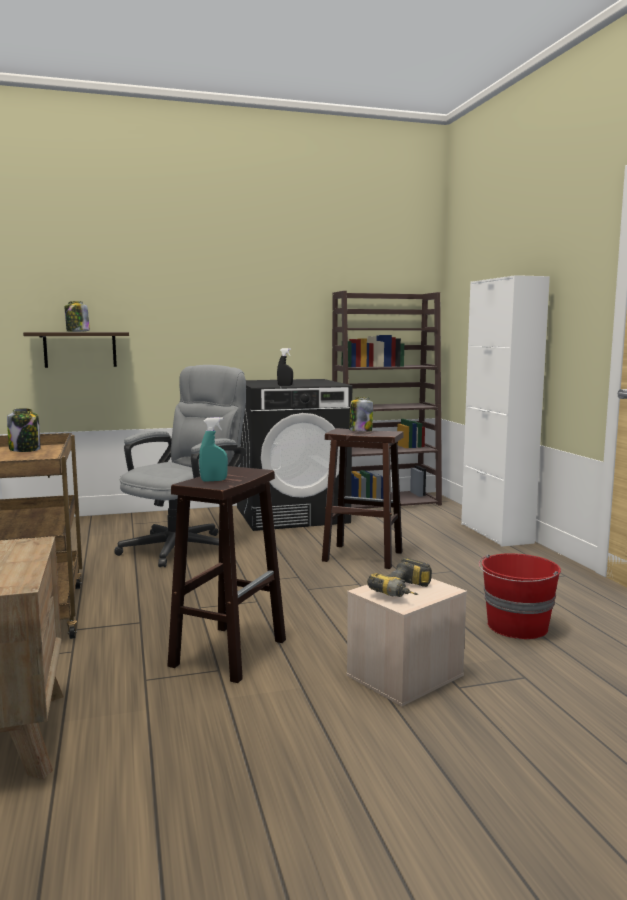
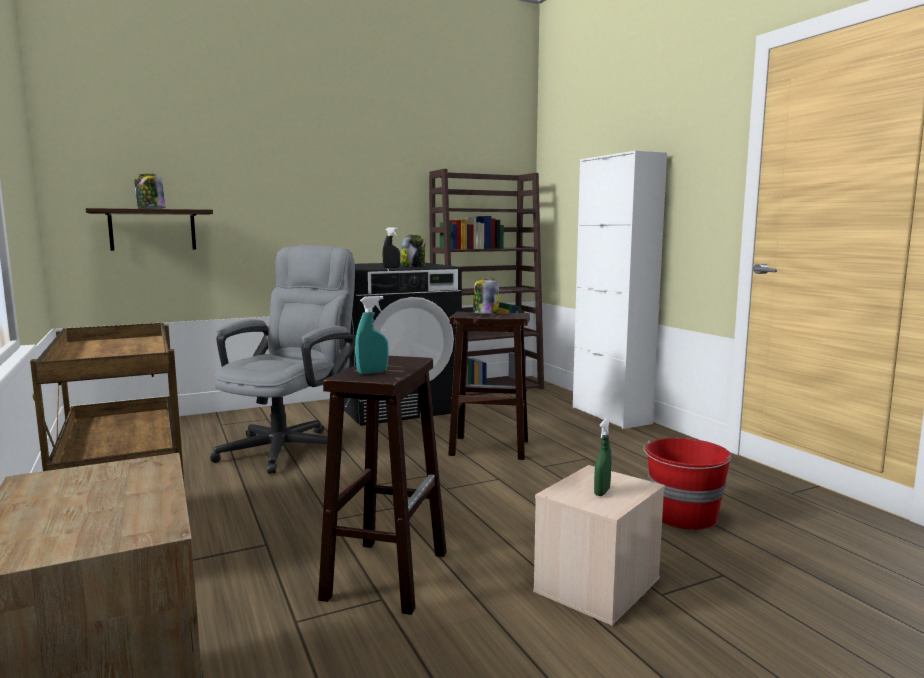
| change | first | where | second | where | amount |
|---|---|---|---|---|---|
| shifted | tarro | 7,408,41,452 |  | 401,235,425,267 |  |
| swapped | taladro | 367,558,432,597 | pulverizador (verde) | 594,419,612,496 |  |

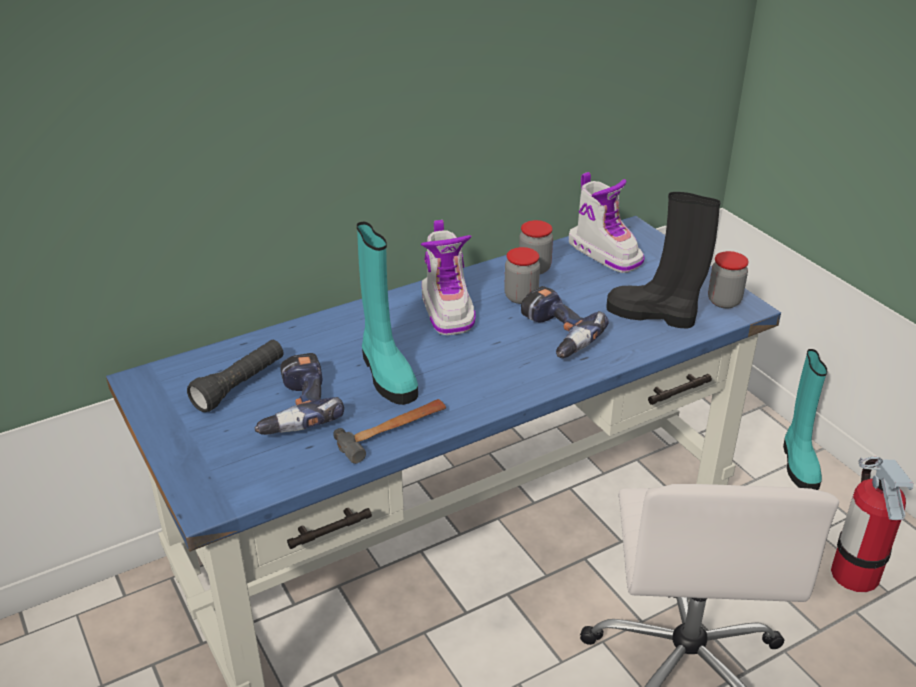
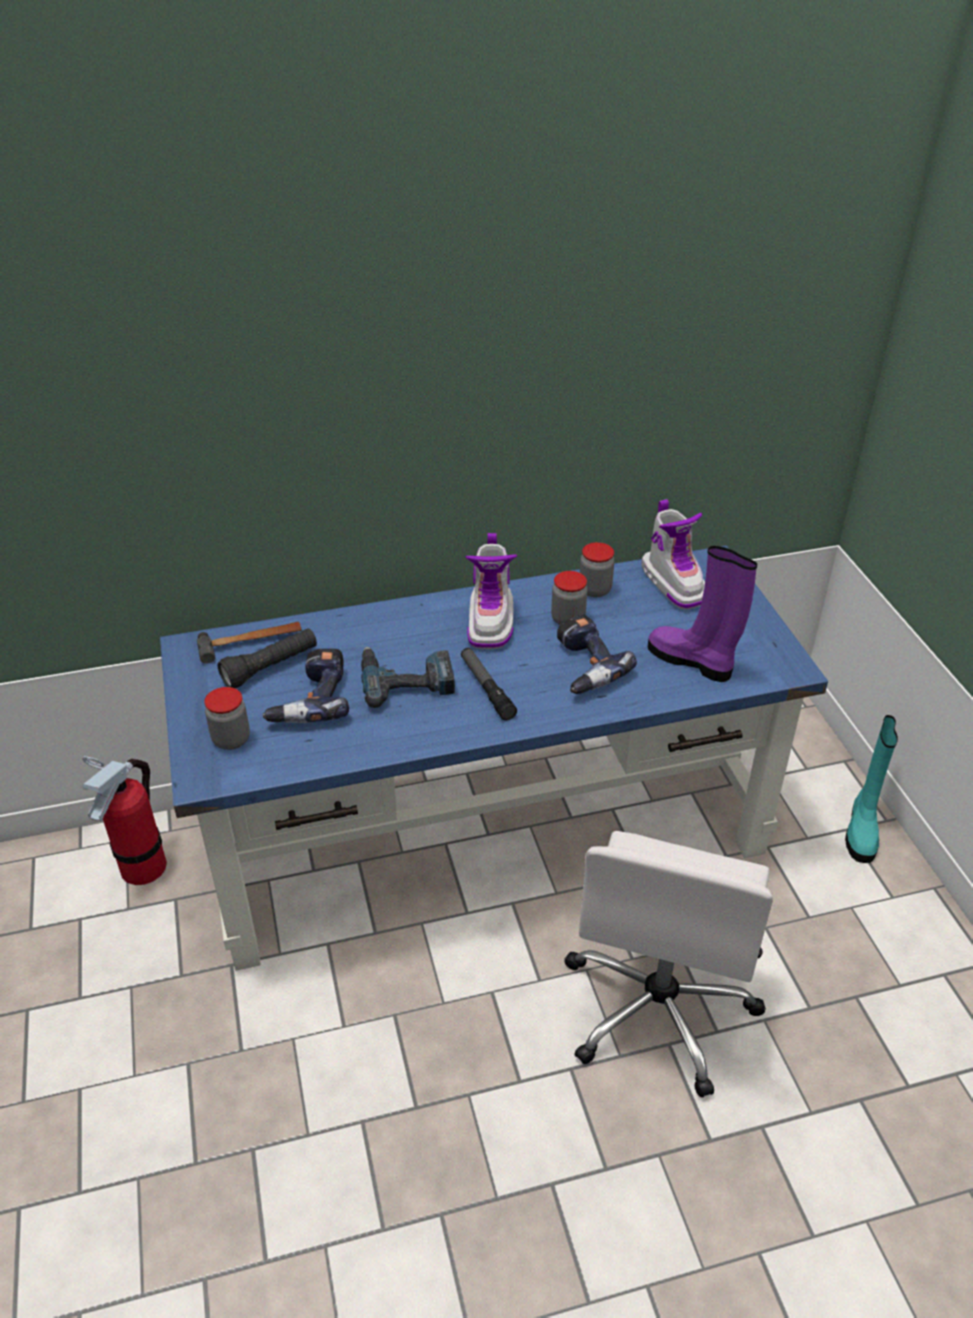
| change | first | where | second | where | amount |
|---|---|---|---|---|---|
| repainted | bota (negro) | 606,192,720,328 | bota (morado) | 647,546,757,682 |  |
| swapped | bota (turquesa) | 357,222,418,405 | taladro | 361,647,455,708 |  |
| shifted | tarro | 708,251,749,308 |  | 204,687,250,750 |  |
| shifted | martillo | 333,399,446,464 |  | 197,622,302,664 |  |
| shifted | extintor | 831,457,914,592 |  | 82,755,167,885 |  |
| new |  |  | linterna | 461,648,517,720 |  |

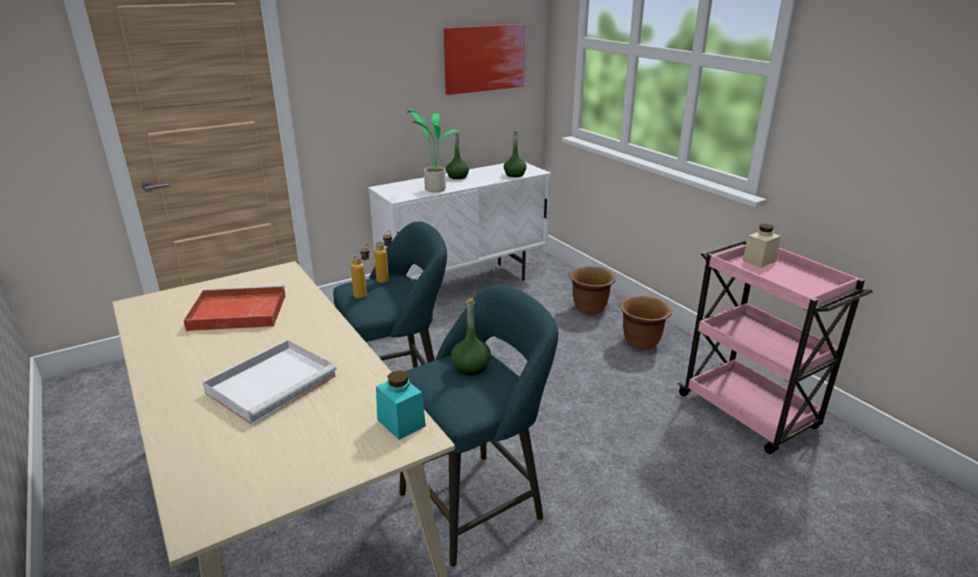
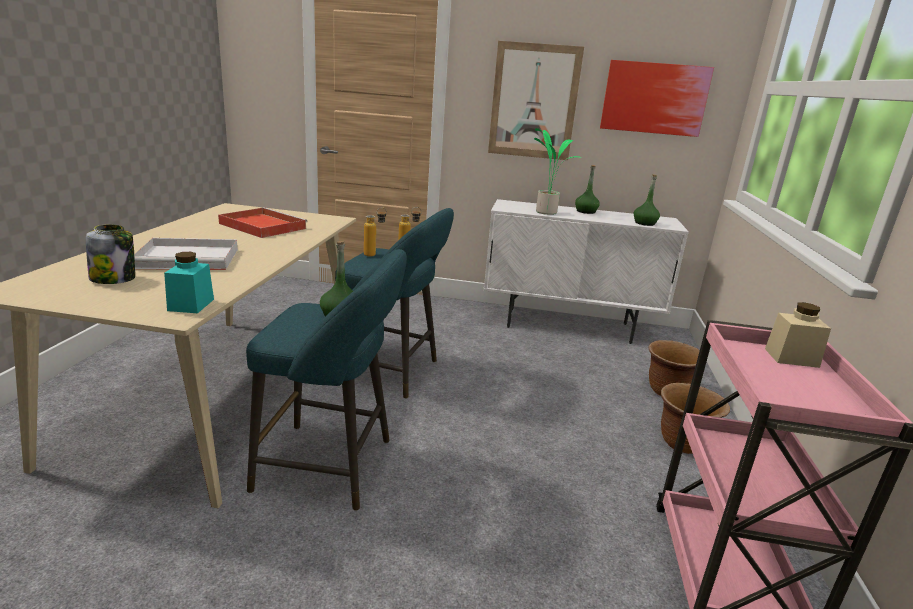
| change | first | where | second | where | amount |
|---|---|---|---|---|---|
| new |  |  | cuadro | 488,41,584,160 |  |
| new |  |  | tarro | 86,224,135,284 |  |

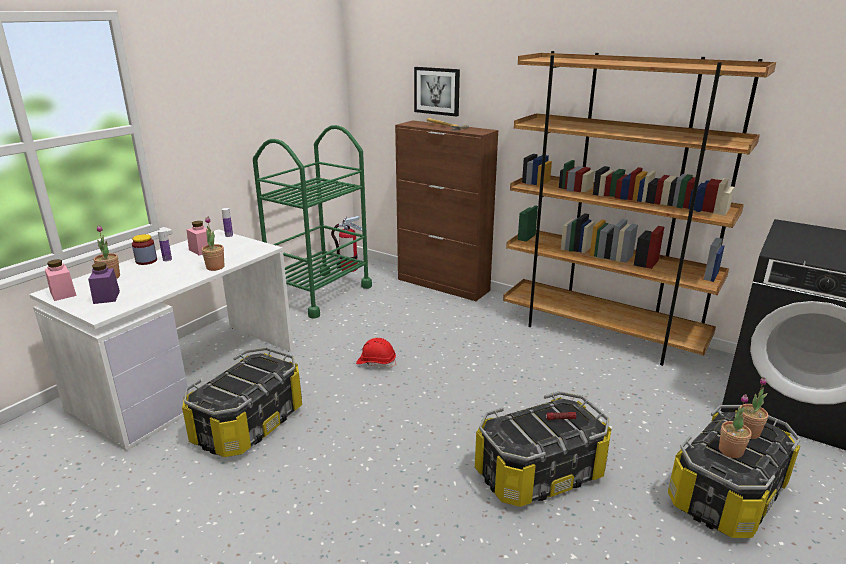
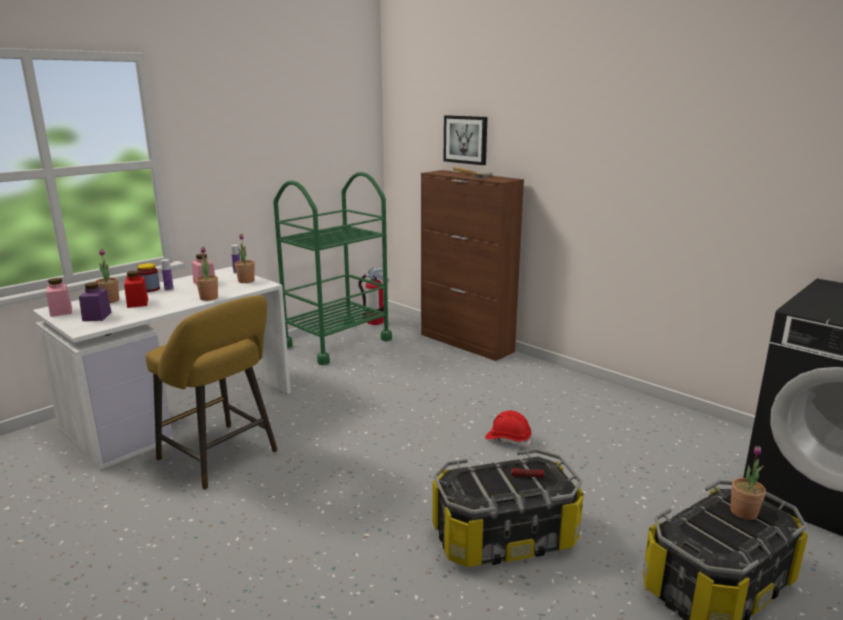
| change | first | where | second | where | amount |
|---|---|---|---|---|---|
| gone | estantería (marrón) | 503,51,776,366 |  |  |  |
| shifted | casco (rojo) | 356,338,396,368 |  | 485,411,532,447 |  |
| swapped | caja de almacenaje | 182,347,302,457 | taburete (amarillo) | 146,295,277,490 |  |
| shifted | planta en maceta | 719,394,752,458 |  | 235,234,255,283 |  |
| new |  |  | tarro (rojo) | 124,271,148,308 |  |

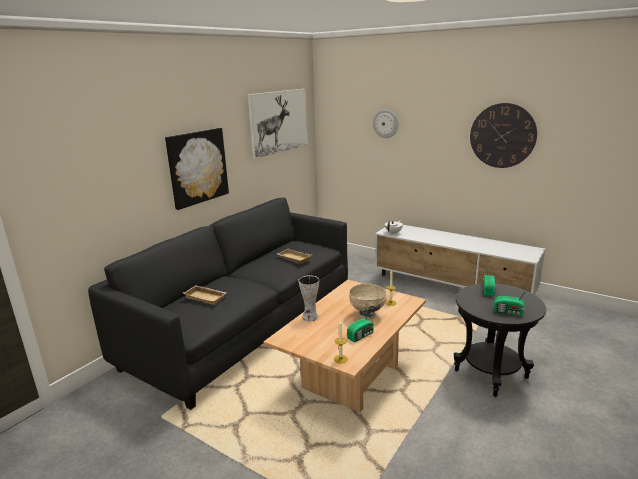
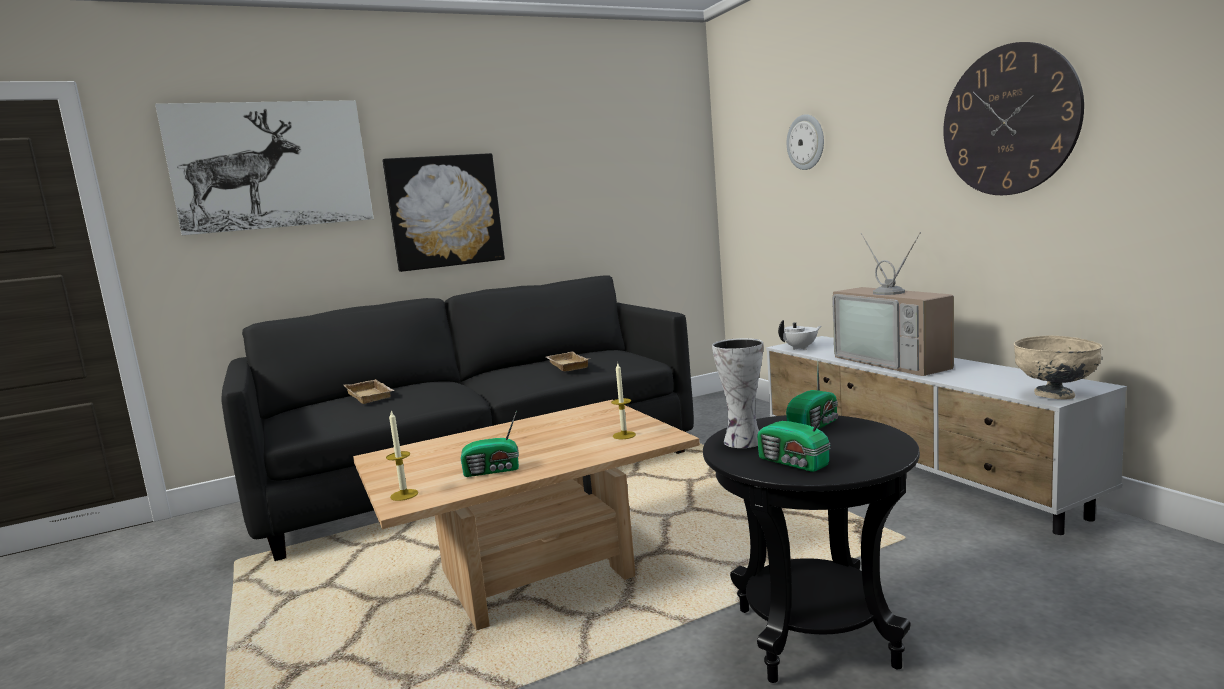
| change | first | where | second | where | amount |
|---|---|---|---|---|---|
| shifted | cuadro | 248,89,308,159 |  | 155,100,374,235 |  |
| shifted | florero | 298,275,319,321 |  | 712,338,763,448 |  |
| shifted | cuenco (beis) | 349,283,387,319 |  | 1014,336,1102,399 |  |
| new |  |  | televisor | 832,232,954,376 |  |

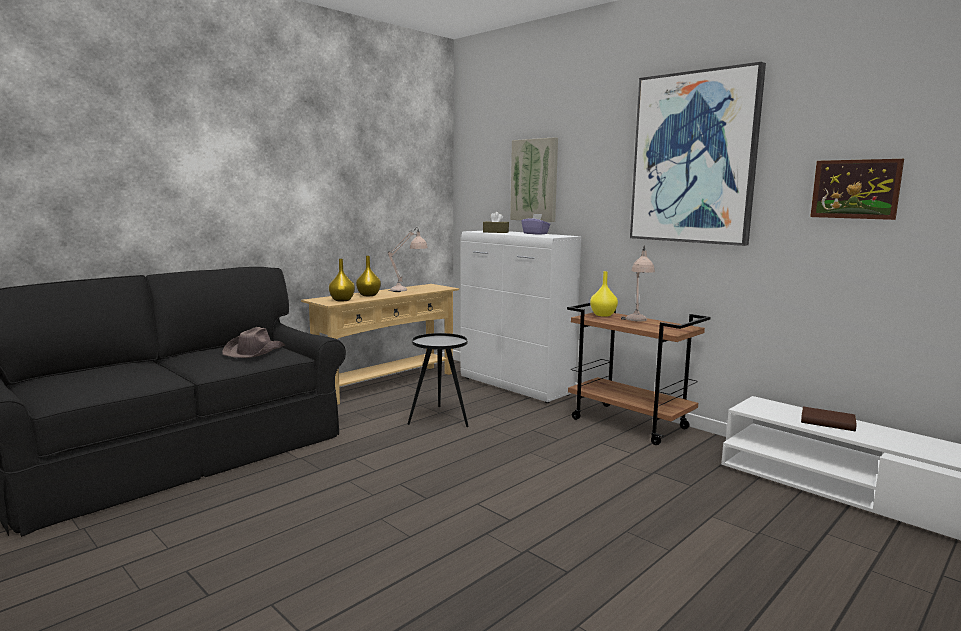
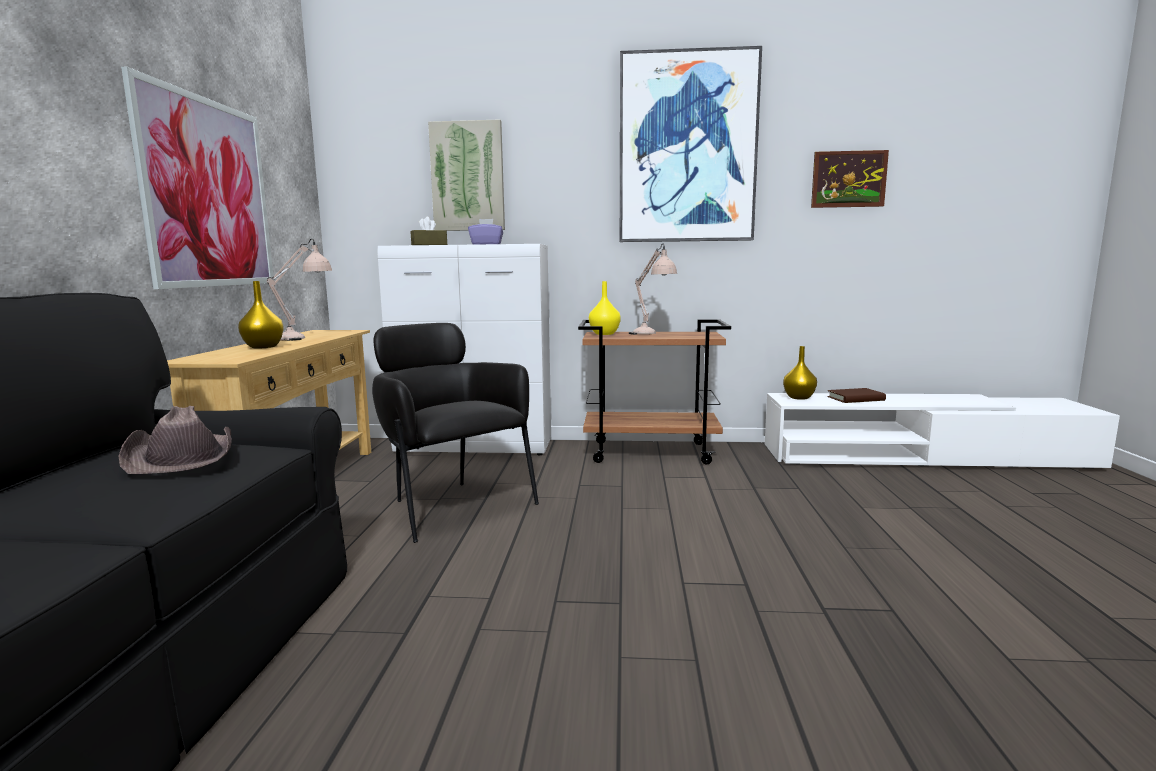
| change | first | where | second | where | amount |
|---|---|---|---|---|---|
| shifted | florero (amarillo) | 329,259,355,302 |  | 783,346,817,400 |  |
| swapped | mesa auxiliar (negro) | 408,333,469,427 | sillón (negro) | 372,323,539,543 |  |
| new |  |  | cuadro | 121,67,274,289 |  |

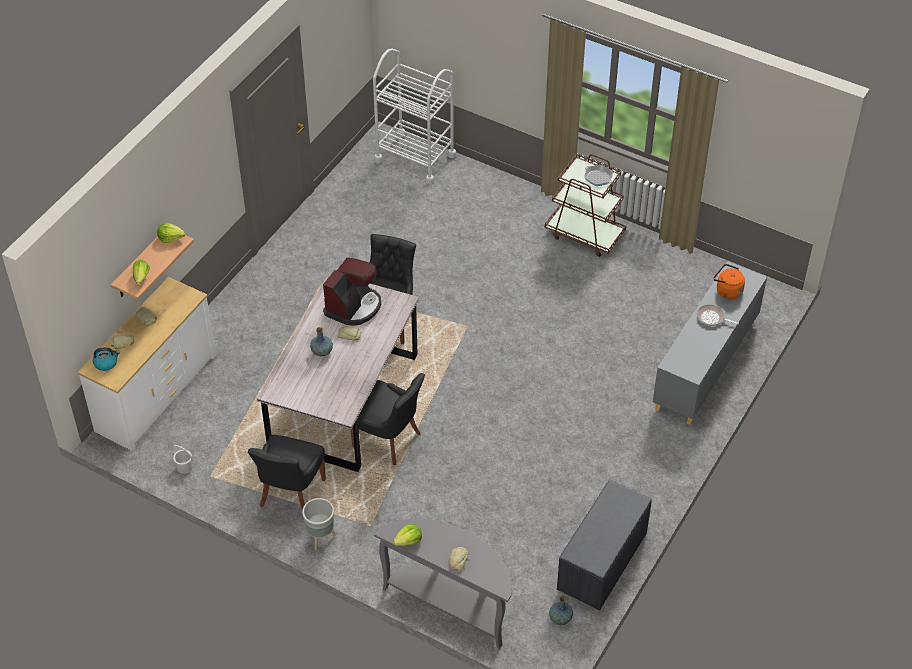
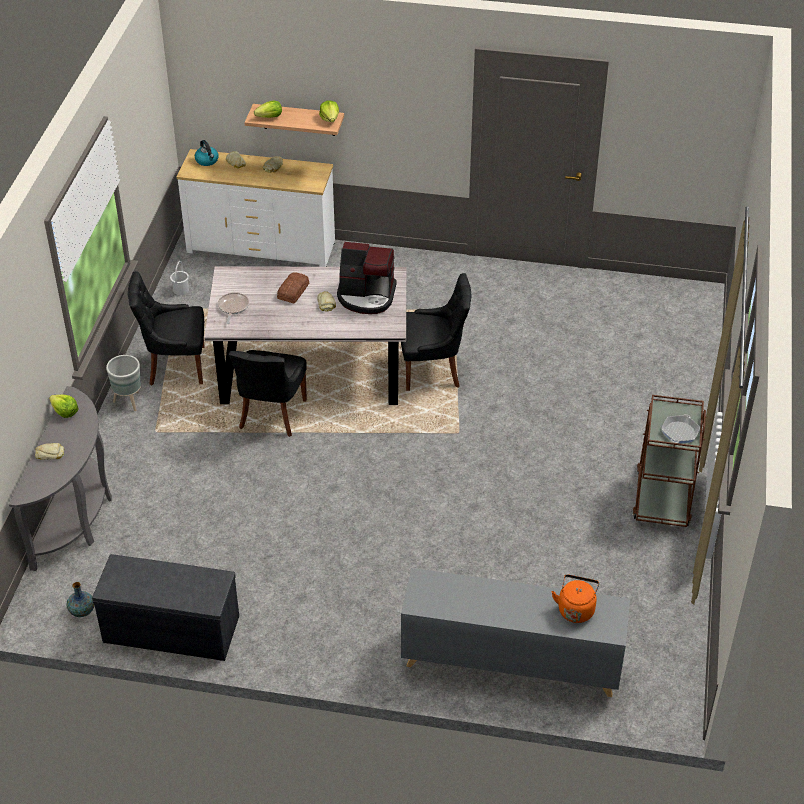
| change | first | where | second | where | amount |
|---|---|---|---|---|---|
| gone | carrito (blanco) | 373,48,456,185 |  |  |  |
| shifted | sartén | 697,304,739,326 |  | 218,292,249,324 |  |
| swapped | florero | 310,327,333,356 | pan | 277,272,309,304 |  |

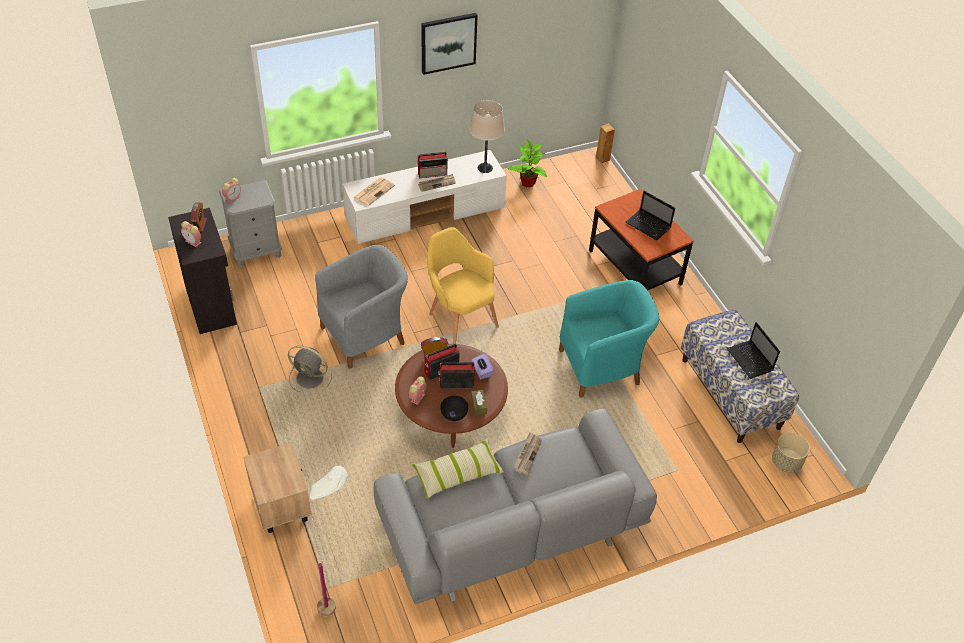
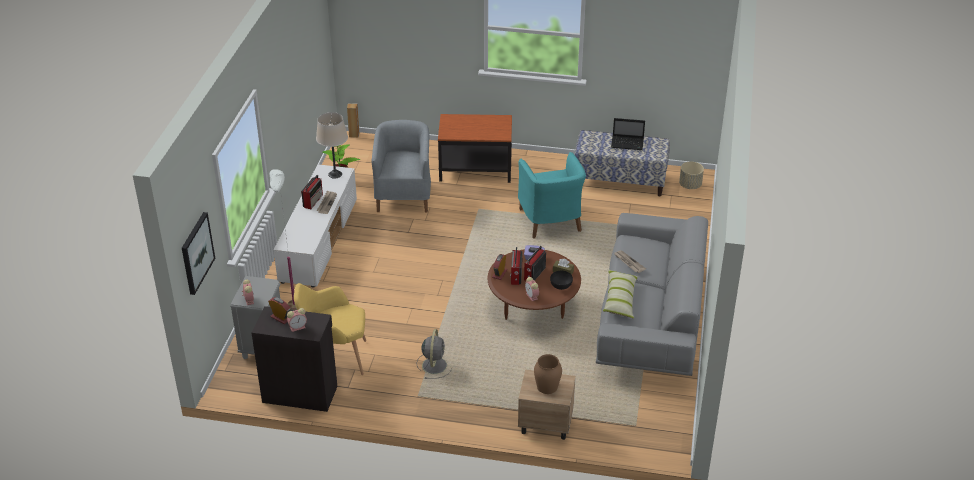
| change | first | where | second | where | amount |
|---|---|---|---|---|---|
| shifted | cuadro | 421,13,478,75 |  | 182,212,215,295 |  |
| gone | periódico | 353,177,395,206 |  |  |  |
| gone | portátil | 626,191,675,240 |  |  |  |
| shifted | sillón (amarillo) | 427,227,499,344 |  | 294,283,366,375 |  |
| shifted | sillón (gris) | 315,245,408,369 |  | 371,120,431,213 |  |
| rotated | sillón (turquesa) | 559,280,659,398 |  | 518,152,586,239 | 150 degrees clockwise |
| rotated | ventilador (gris) | 288,346,332,392 |  | 417,329,452,379 | 45 degrees counterclockwise |
| shifted | lámpara de pie (blanco) | 309,466,348,616 |  | 269,169,297,310 |  |
| new |  |  | florero (marrón) | 534,354,562,394 |  |

